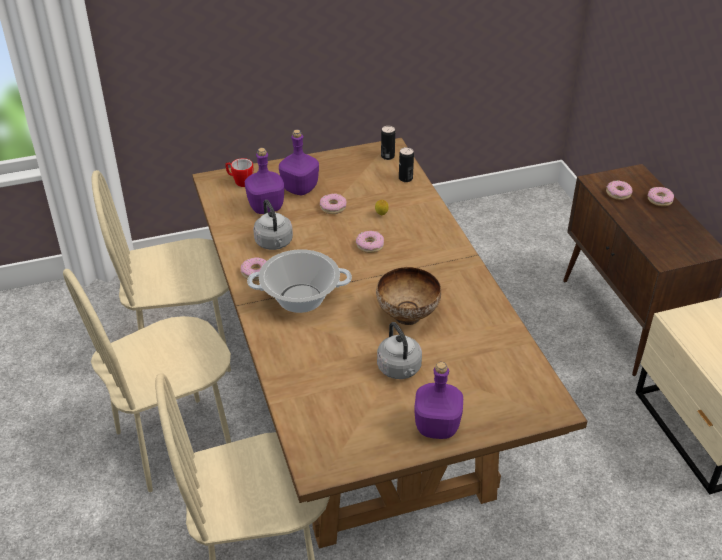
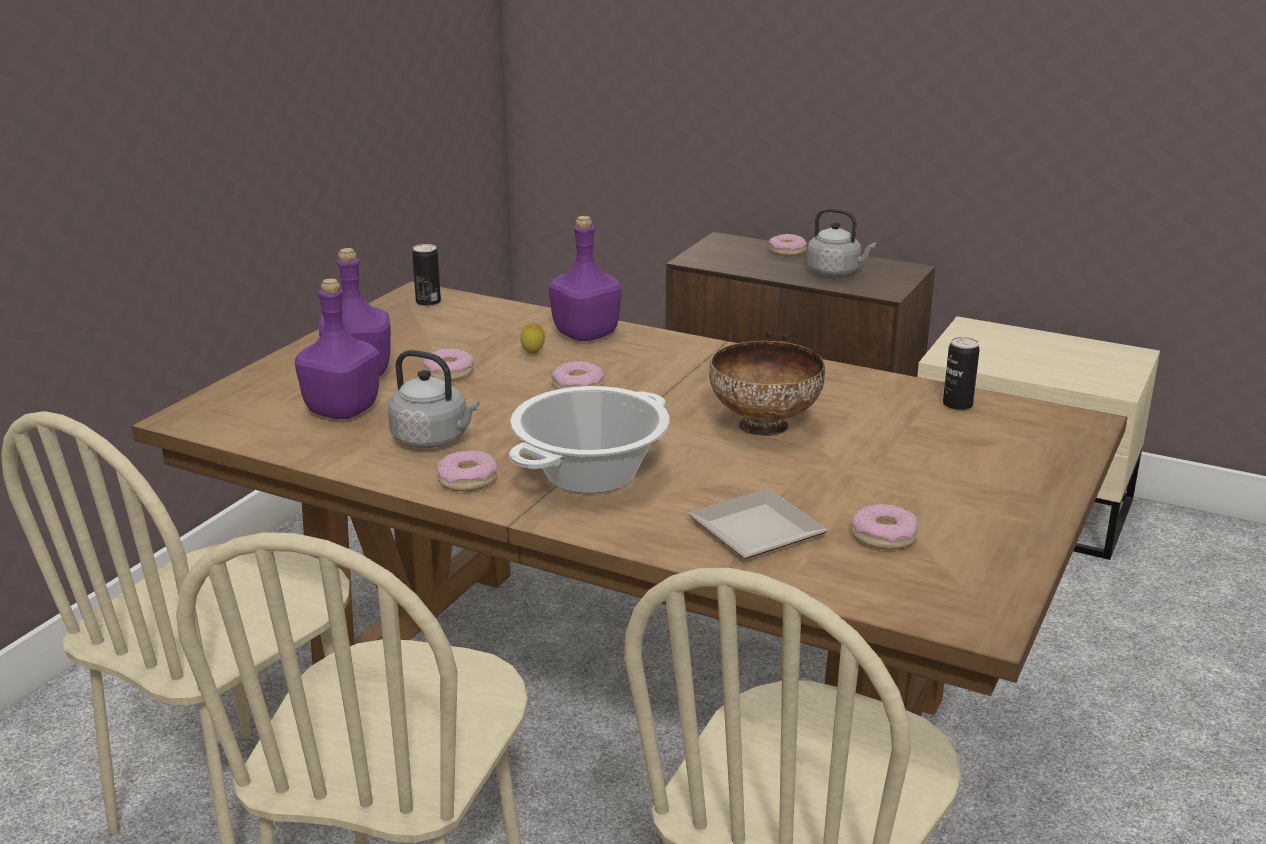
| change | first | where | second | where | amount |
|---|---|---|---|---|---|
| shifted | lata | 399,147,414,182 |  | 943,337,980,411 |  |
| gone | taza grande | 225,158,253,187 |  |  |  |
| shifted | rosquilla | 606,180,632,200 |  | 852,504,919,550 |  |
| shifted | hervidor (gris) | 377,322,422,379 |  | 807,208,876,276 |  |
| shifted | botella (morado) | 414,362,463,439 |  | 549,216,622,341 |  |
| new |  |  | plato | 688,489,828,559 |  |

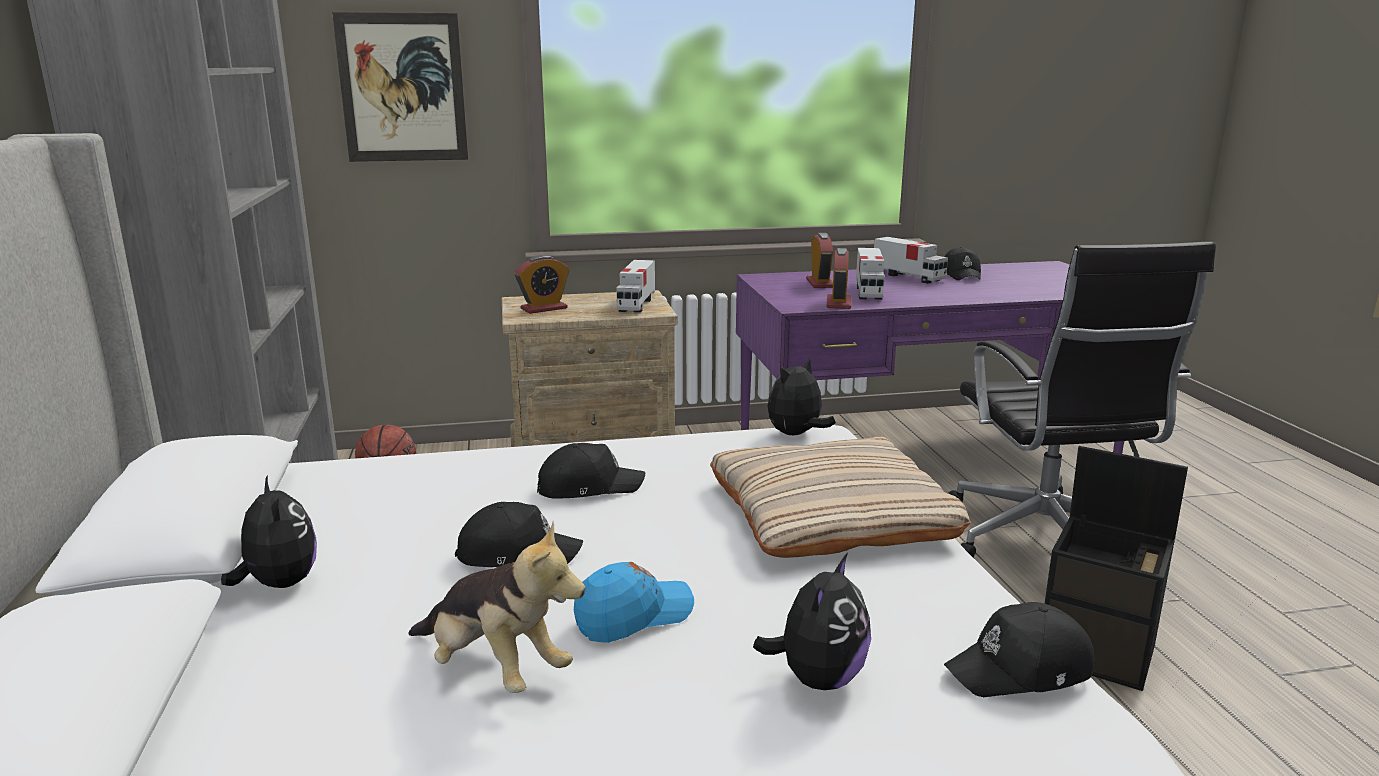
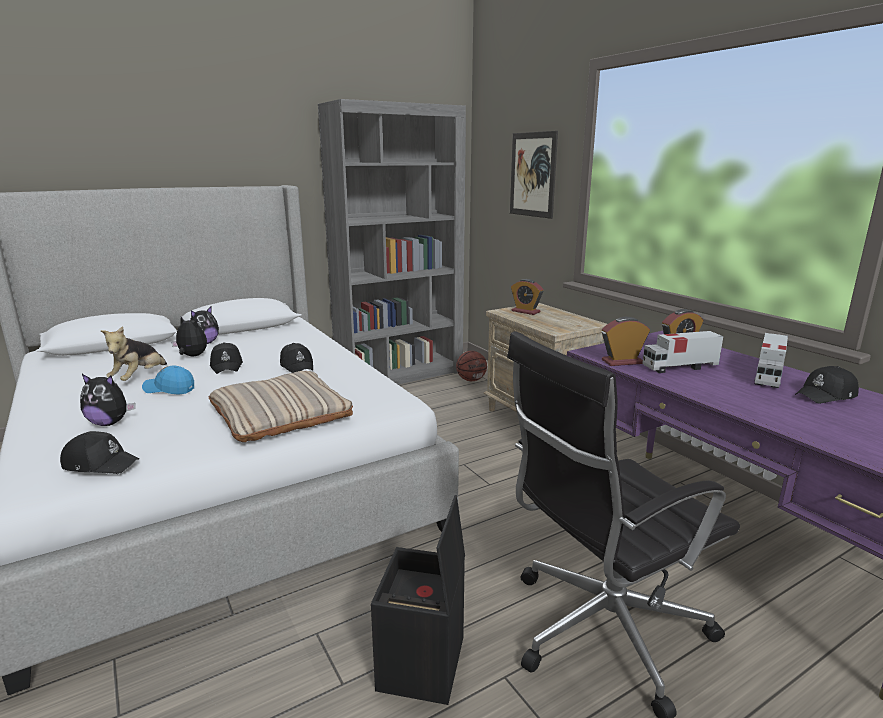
| change | first | where | second | where | amount |
|---|---|---|---|---|---|
| gone | camión de juguete | 616,260,655,313 |  |  |  |
| shifted | peluche | 767,357,836,435 |  | 171,317,207,356 |  |
| rotated | gorra (azul) | 574,562,694,643 |  | 142,365,194,395 | 150 degrees clockwise |
| rotated | gorra (negro) | 944,602,1094,697 |  | 60,431,140,474 | 135 degrees clockwise |

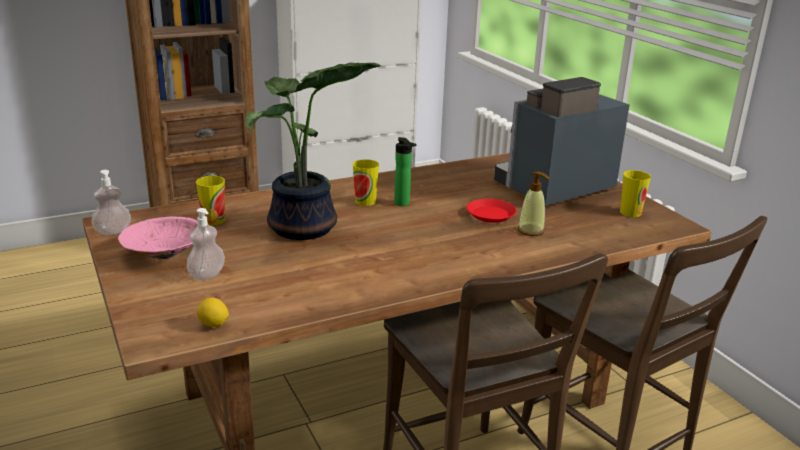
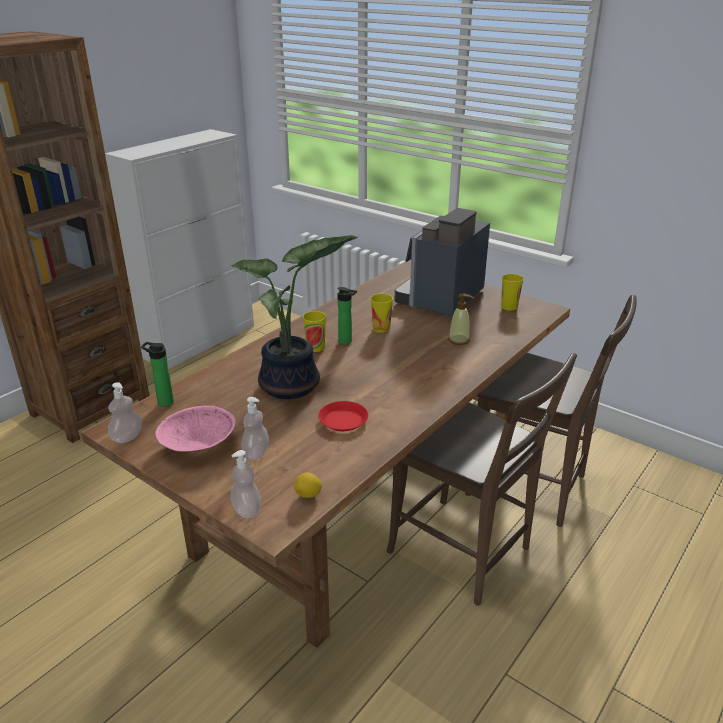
| change | first | where | second | where | amount |
|---|---|---|---|---|---|
| shifted | taza | 196,176,225,226 |  | 371,294,393,333 |  |
| shifted | plato (rojo) | 466,199,516,223 |  | 318,401,368,431 |  |
| new |  |  | botella | 141,342,174,407 |  |
| new |  |  | dispensador de jabón | 231,450,261,518 |  |

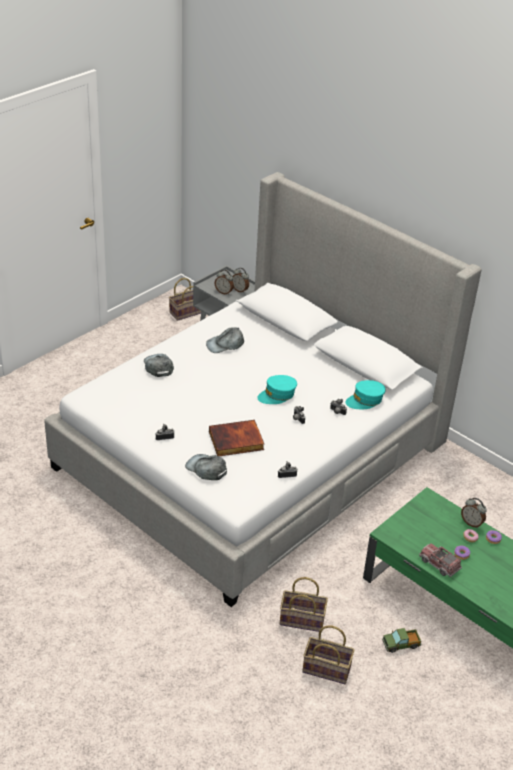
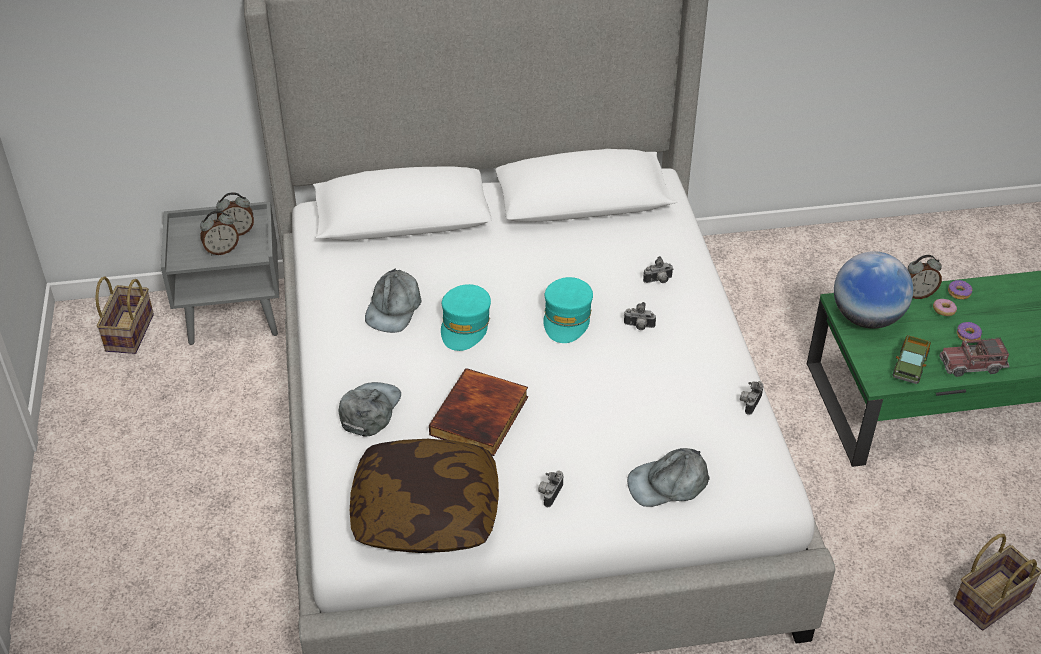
| change | first | where | second | where | amount |
|---|---|---|---|---|---|
| rotated | gorra (gris) | 144,354,174,377 |  | 338,382,401,437 | 90 degrees clockwise |
| shifted | gorra (turquesa) | 346,380,386,409 |  | 441,284,491,351 |  |
| shifted | libro | 209,420,264,456 |  | 429,368,528,456 |  |
| gone | cesta | 280,577,328,632 |  |  |  |
| shifted | camión de juguete | 382,628,421,653 |  | 892,335,931,384 |  |
| new |  |  | globo terráqueo | 834,251,913,329 |  |
| new |  |  | cojín | 350,439,499,553 |  |

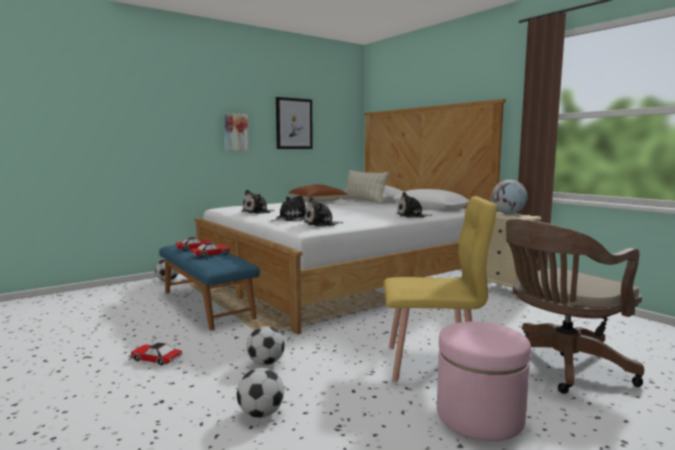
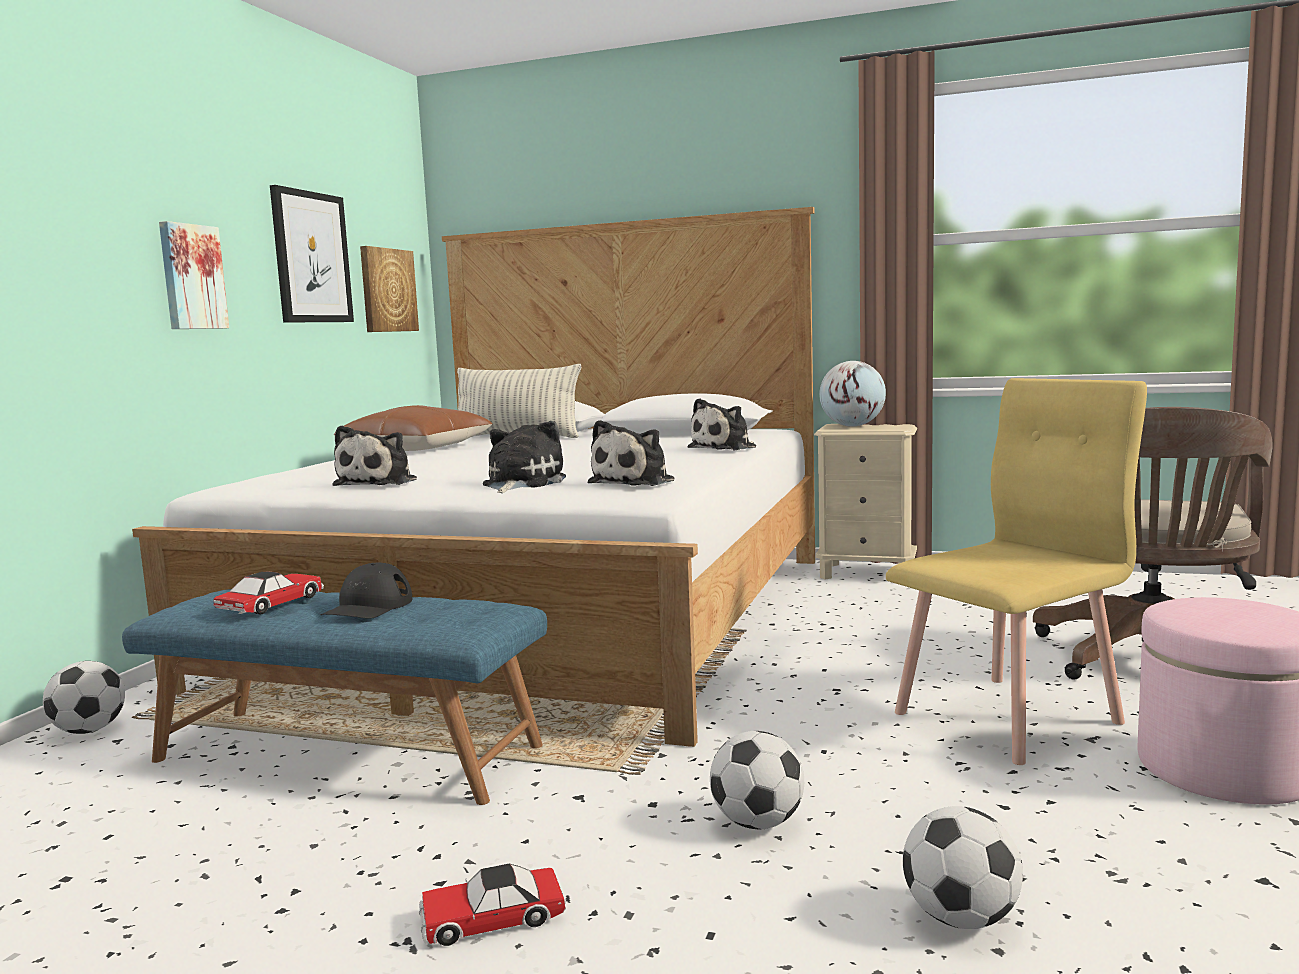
| change | first | where | second | where | amount |
|---|---|---|---|---|---|
| swapped | coche de juguete | 191,243,231,258 | gorra (negro) | 321,563,412,619 |  |
| new |  |  | cuadro | 360,246,419,332 |  |

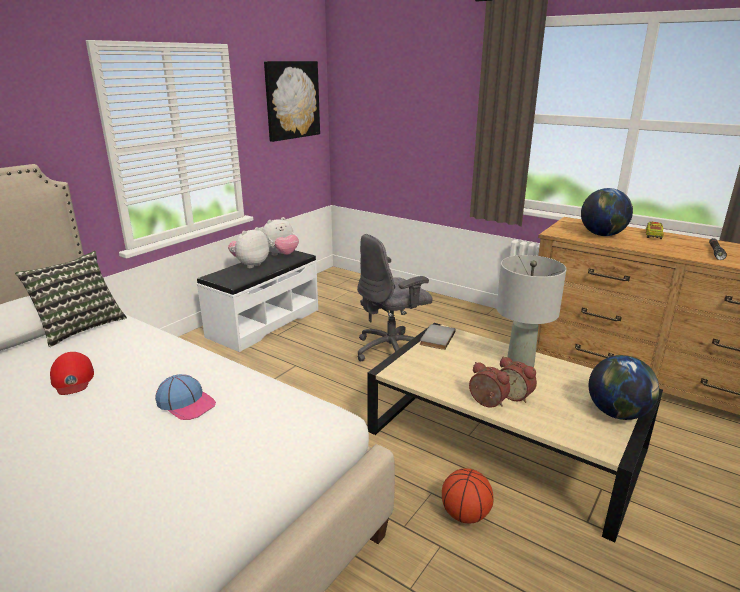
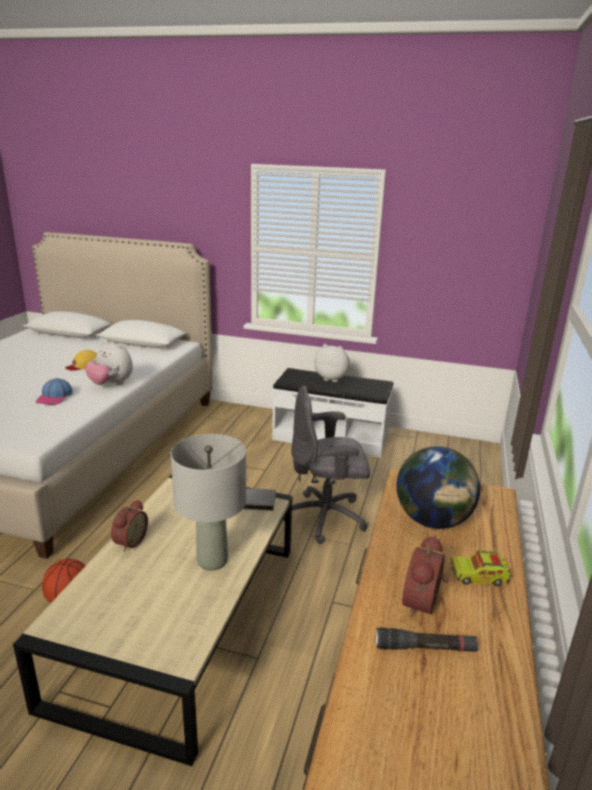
| change | first | where | second | where | amount |
|---|---|---|---|---|---|
| gone | cuadro | 264,61,320,142 |  |  |  |
| shifted | peluche | 262,217,299,256 |  | 85,340,133,385 |  |
| rotated | silla de oficina (gris) | 357,234,433,362 |  | 283,386,370,544 | 45 degrees counterclockwise |
| gone | cojín | 15,251,127,347 |  |  |  |
| repainted | gorra (rojo) | 50,352,94,395 | gorra (amarillo) | 65,350,97,371 |  |
| gone | globo terráqueo | 589,355,659,420 |  |  |  |
| shifted | despertador | 500,356,537,403 |  | 402,535,449,618 |  |

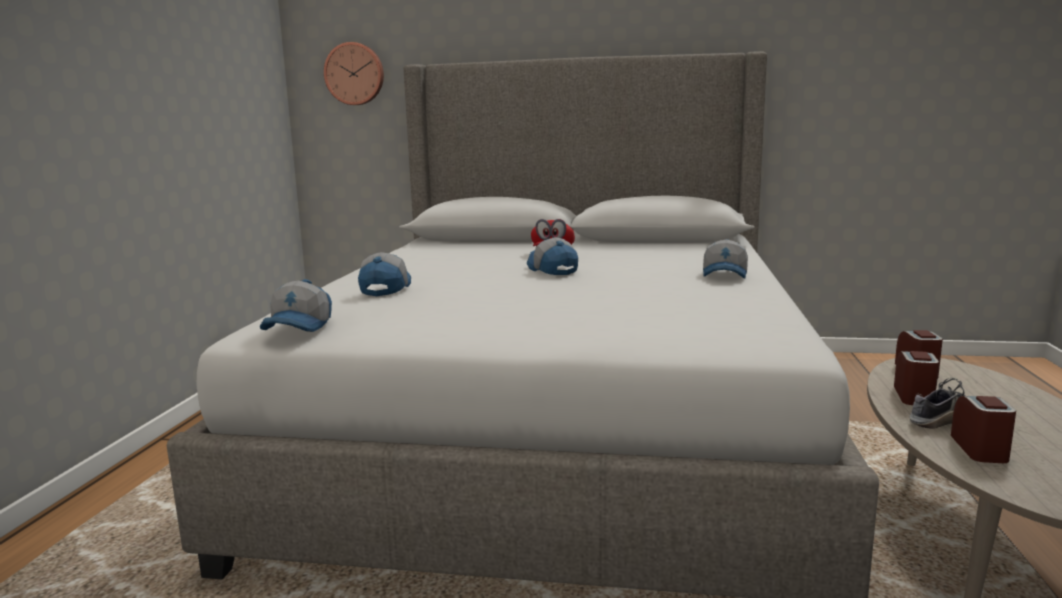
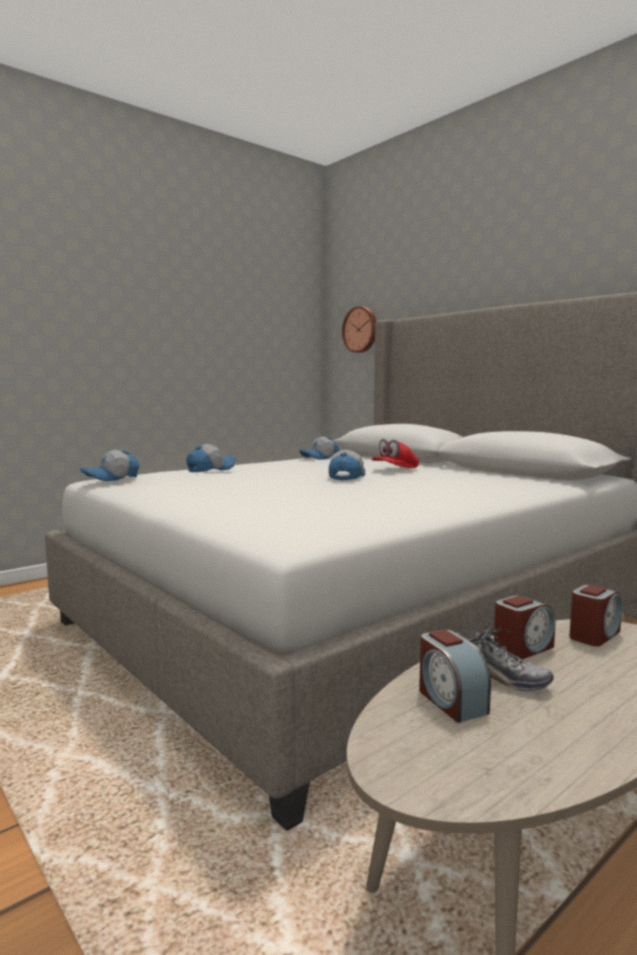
| change | first | where | second | where | amount |
|---|---|---|---|---|---|
| shifted | gorra | 703,239,748,279 |  | 299,436,339,460 |  |
| rotated | despertador | 951,396,1016,463 |  | 419,629,491,723 | 105 degrees clockwise |

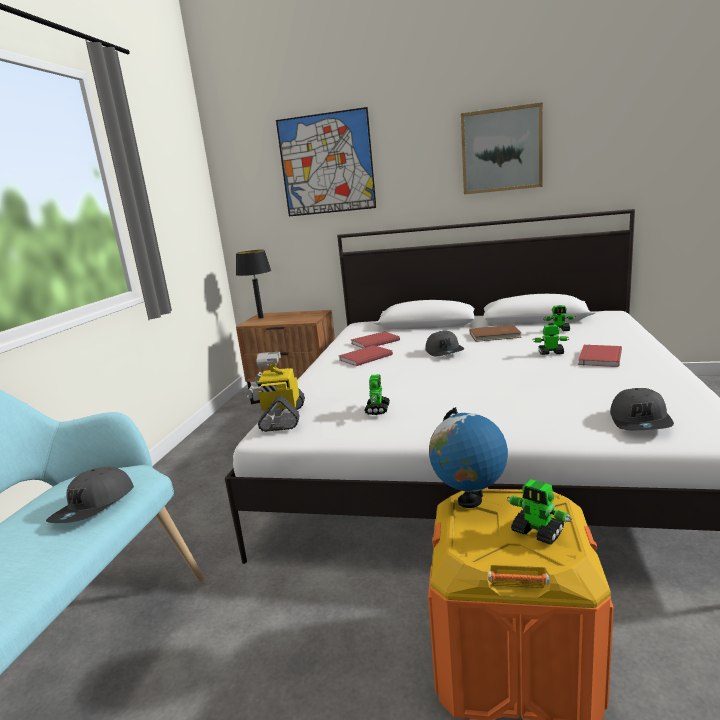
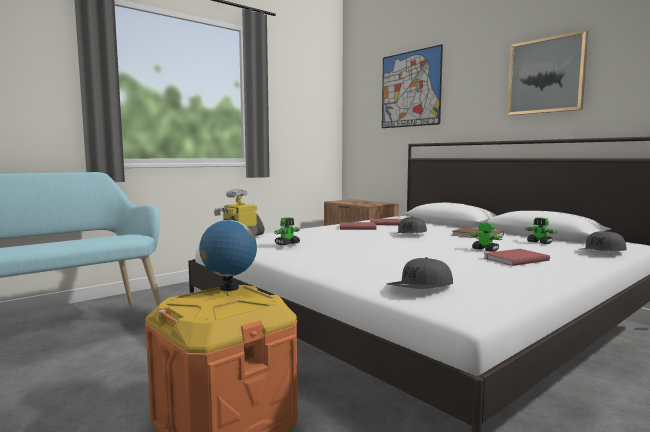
| change | first | where | second | where | amount |
|---|---|---|---|---|---|
| gone | lámpara de mesa (negro) | 236,250,271,319 |  |  |  |
| shifted | gorra (gris) | 46,467,134,523 |  | 582,231,627,251 |  |
| gone | robot de juguete | 507,479,572,545 |  |  |  |

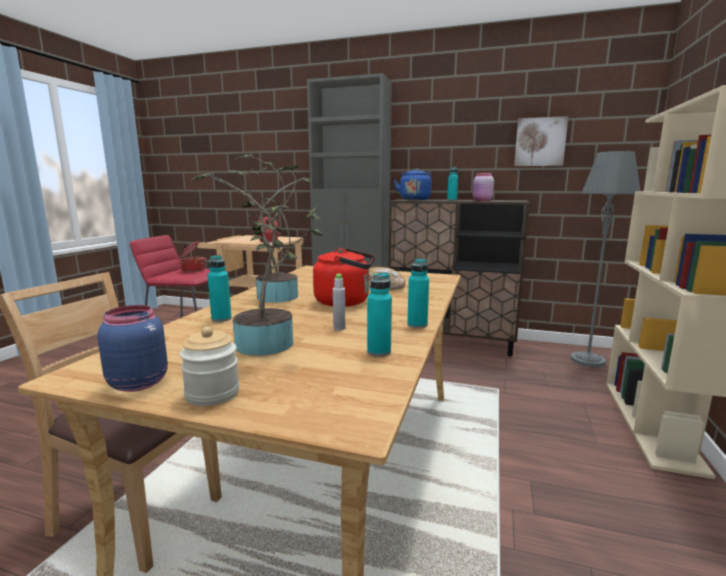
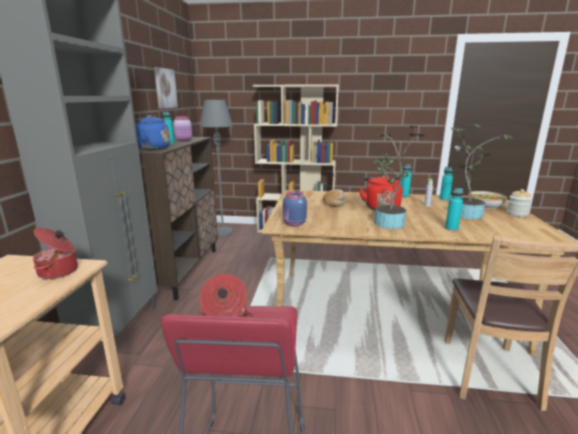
| change | first | where | second | where | amount |
|---|---|---|---|---|---|
| shifted | tarro (azul) | 97,305,168,392 |  | 283,191,307,226 |  |
| new |  |  | cuenco | 468,191,507,209 |  |

